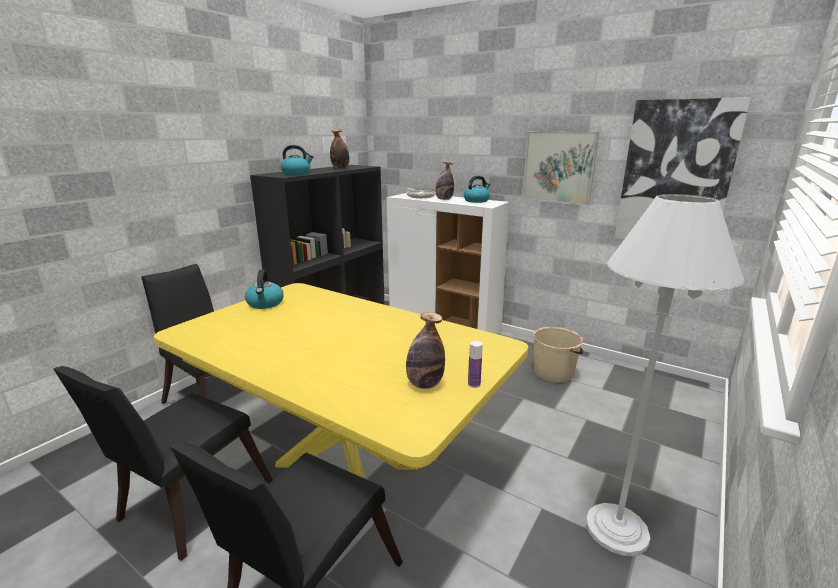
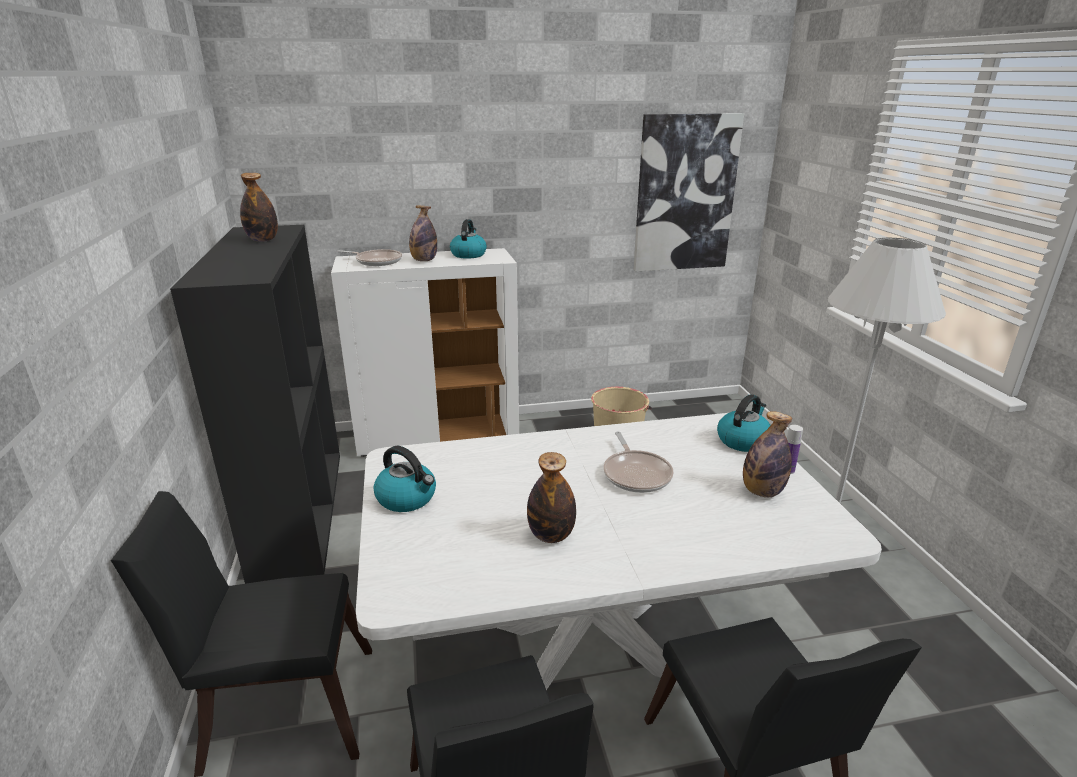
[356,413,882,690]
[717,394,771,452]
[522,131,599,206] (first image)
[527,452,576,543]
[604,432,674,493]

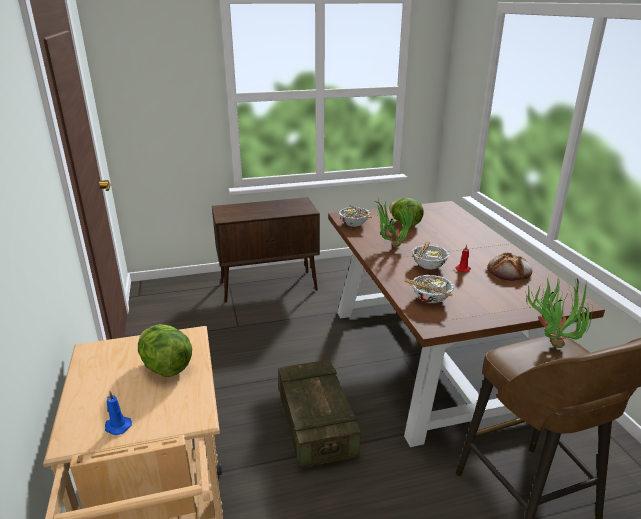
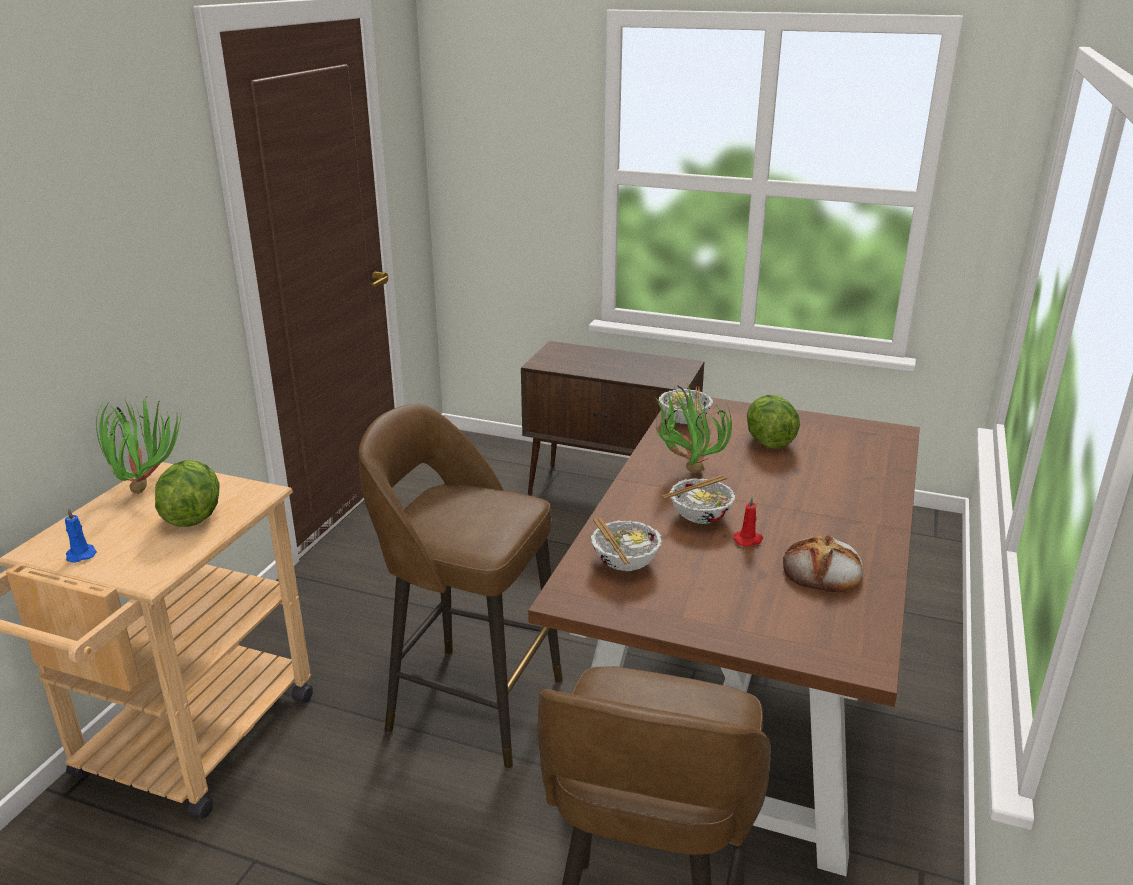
[359,404,563,768]
[96,398,181,494]

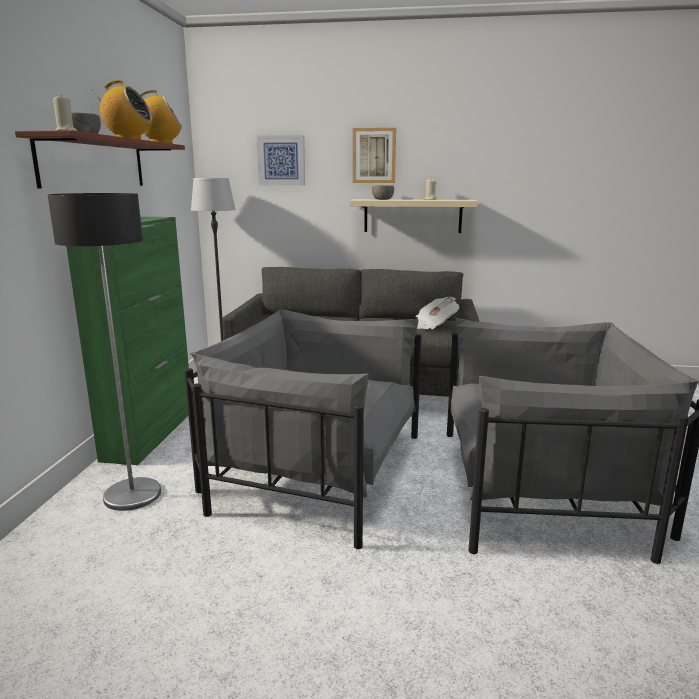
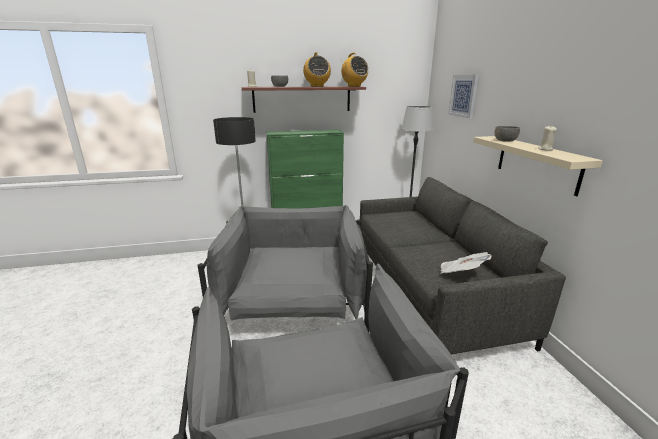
[353,128,396,183] (first image)

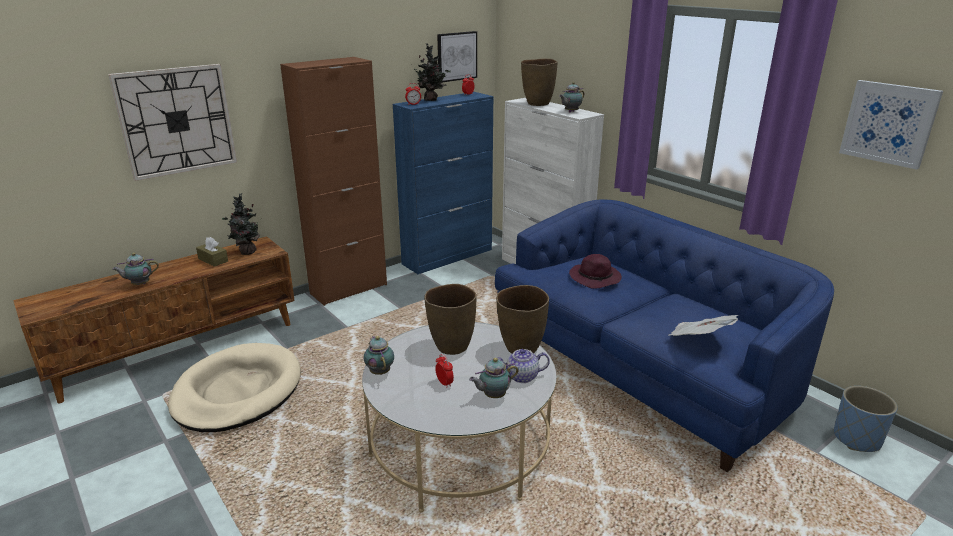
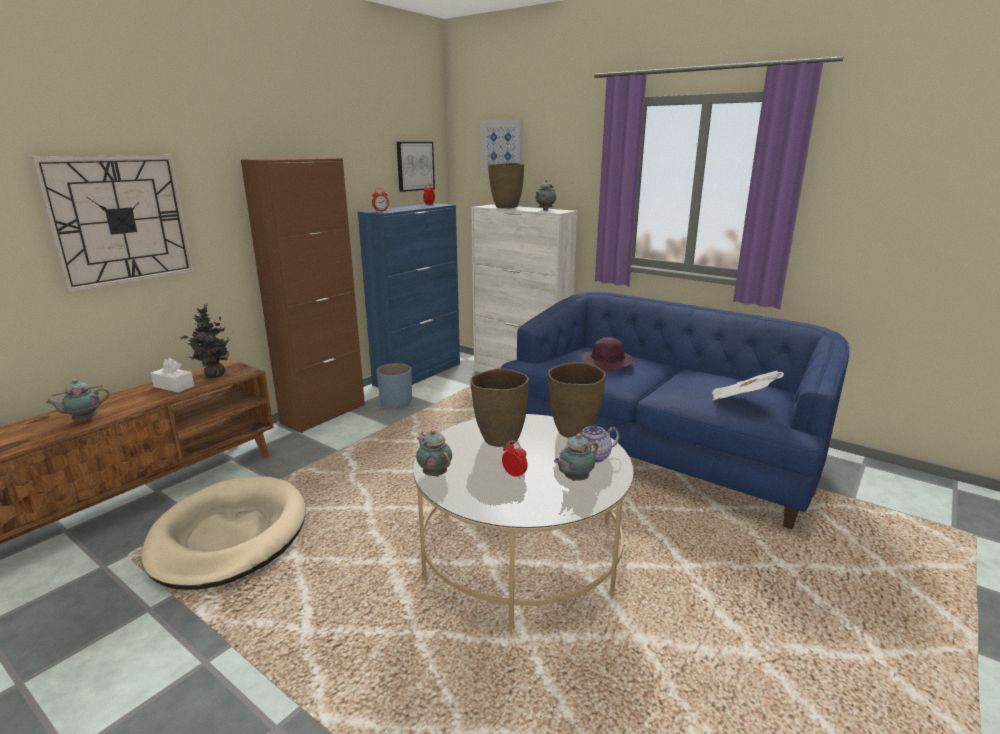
[151,358,194,393]
[411,43,451,101] (first image)
[377,363,412,408]
[481,119,523,171]

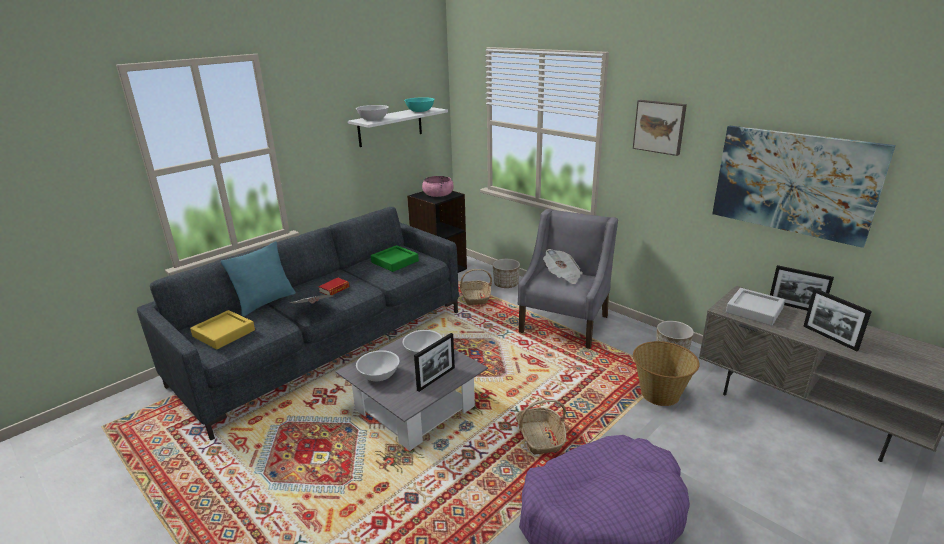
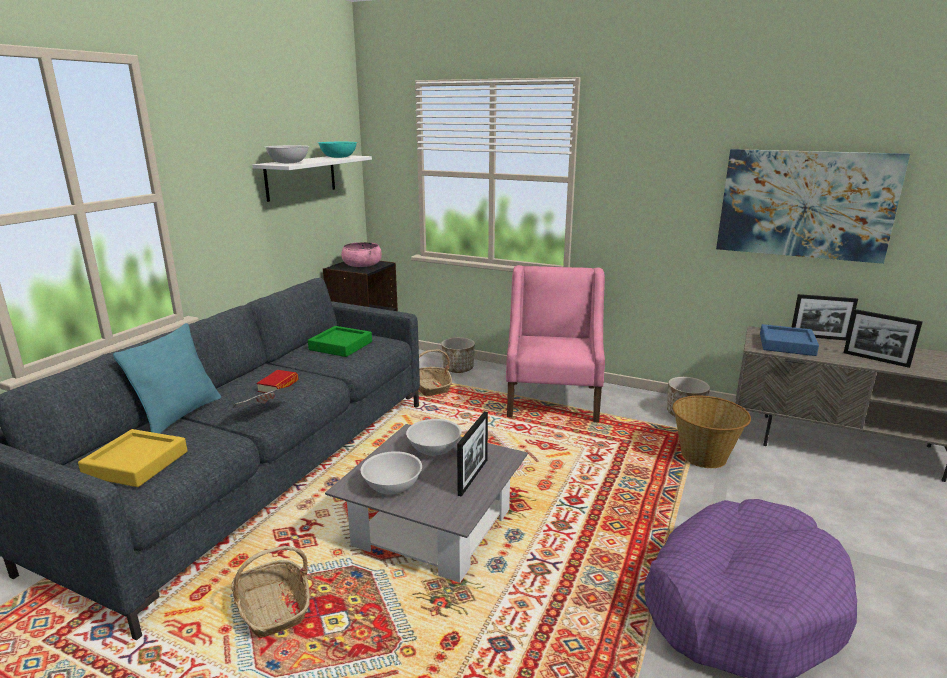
[231,546,310,638]
[506,265,605,422]
[543,249,583,284] (first image)
[633,100,687,156] (first image)
[760,324,819,356]

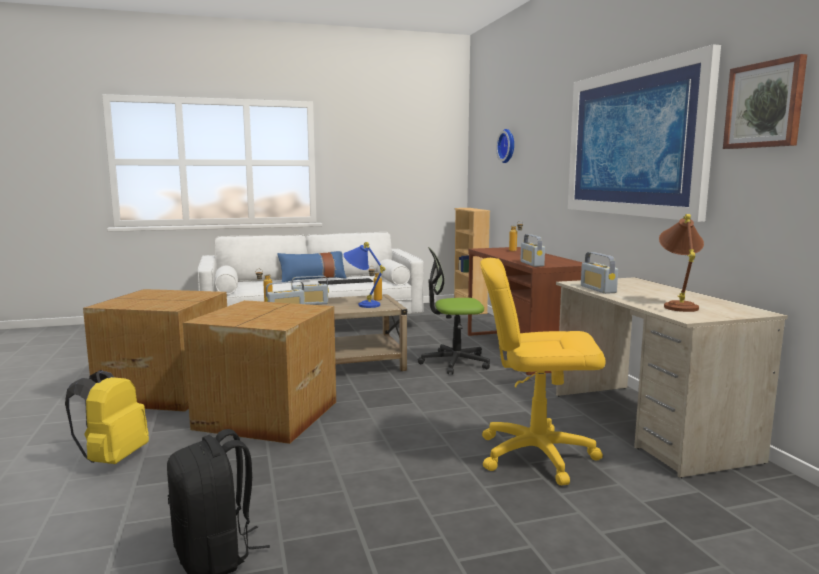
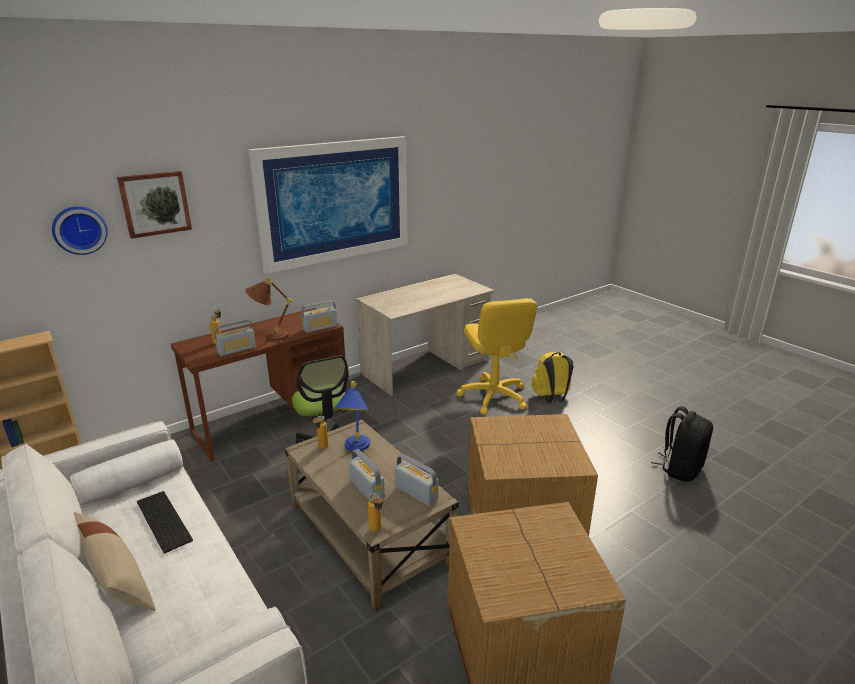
[531,352,573,403]
[74,512,156,611]
[214,320,256,356]
[245,277,292,340]
[117,171,192,239]

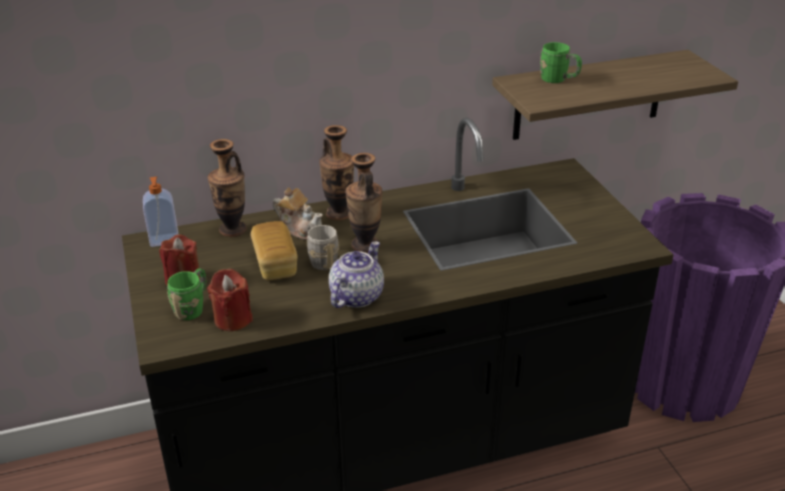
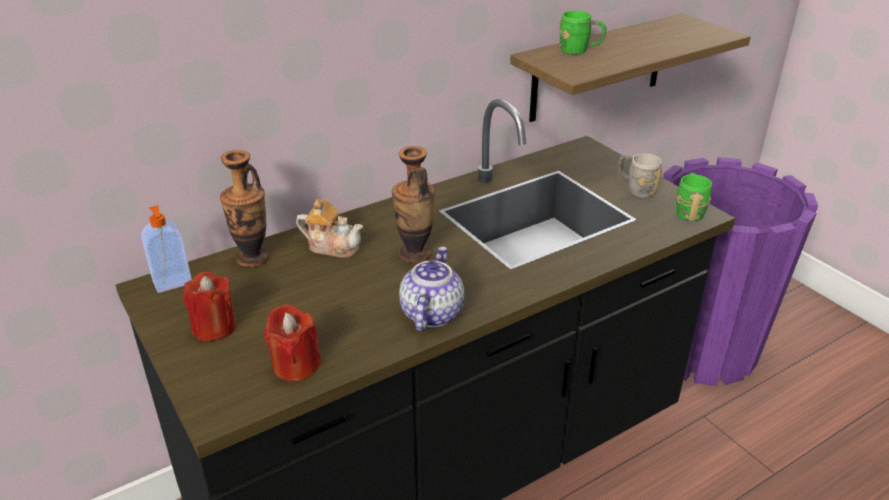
[676,173,712,221]
[251,221,298,280] (first image)
[618,153,662,198]
[319,125,354,221] (first image)

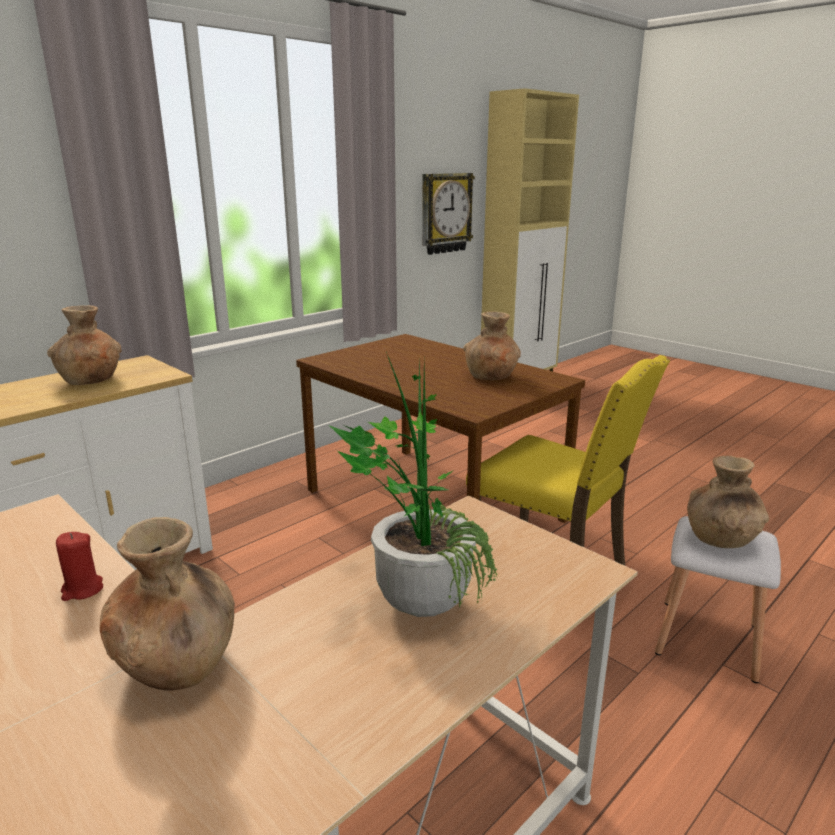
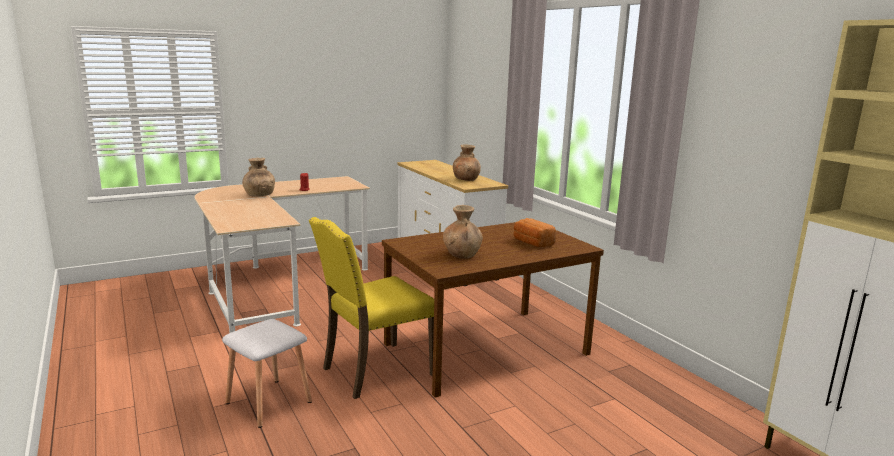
[329,352,497,617] (first image)
[422,173,475,255] (first image)
[687,456,769,548] (first image)
[514,218,556,247]

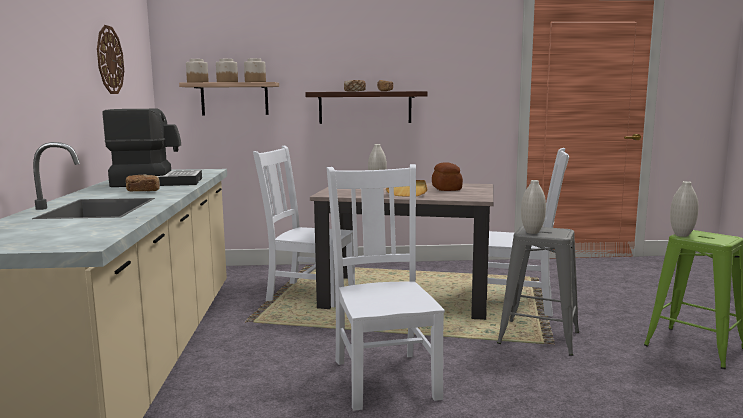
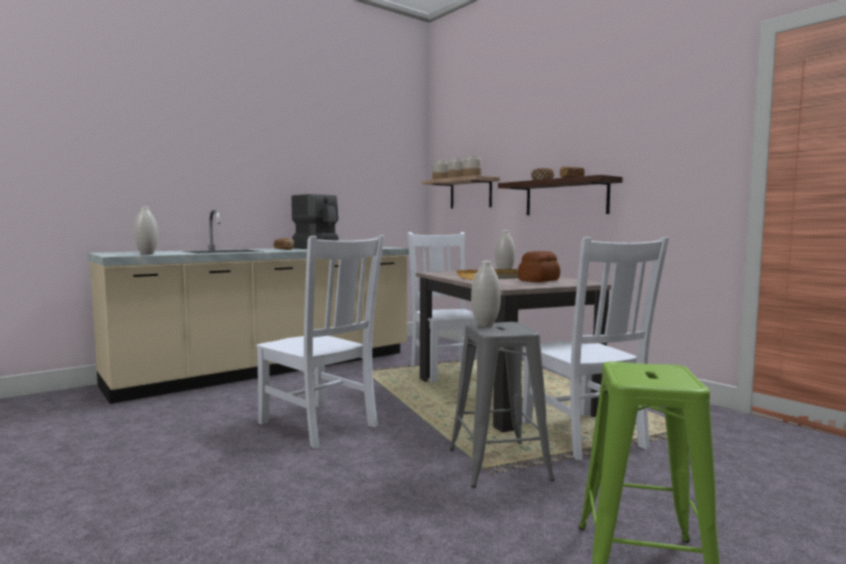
[97,25,124,94] (first image)
[256,235,384,449]
[134,207,158,255]

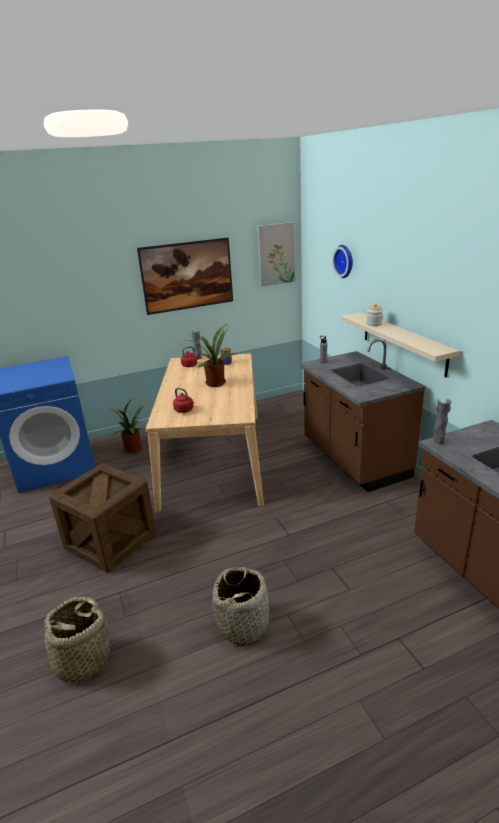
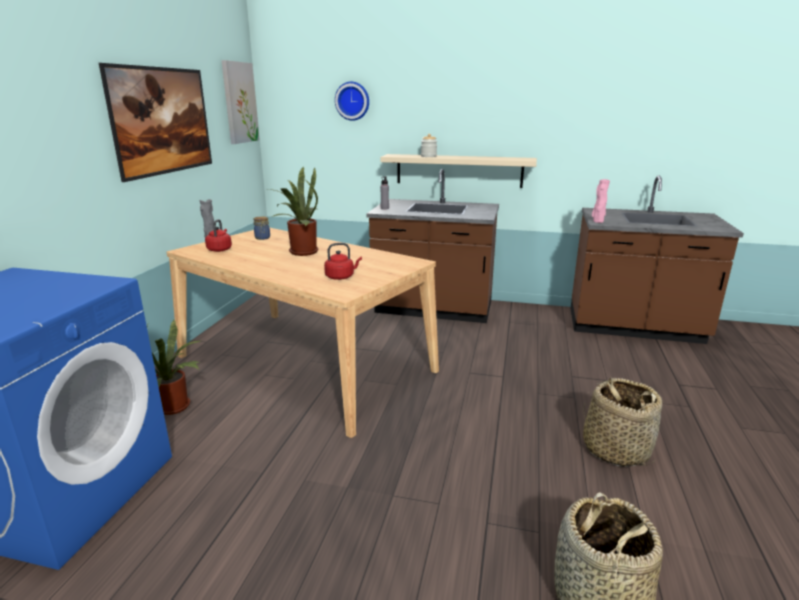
[49,463,156,573] (first image)
[592,179,610,223]

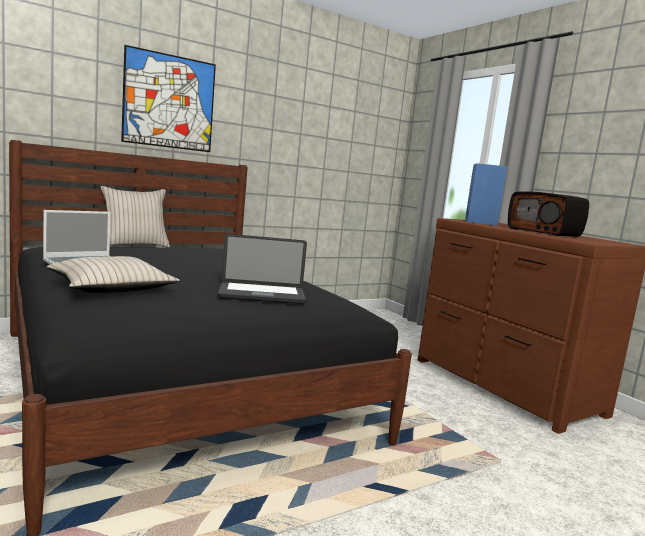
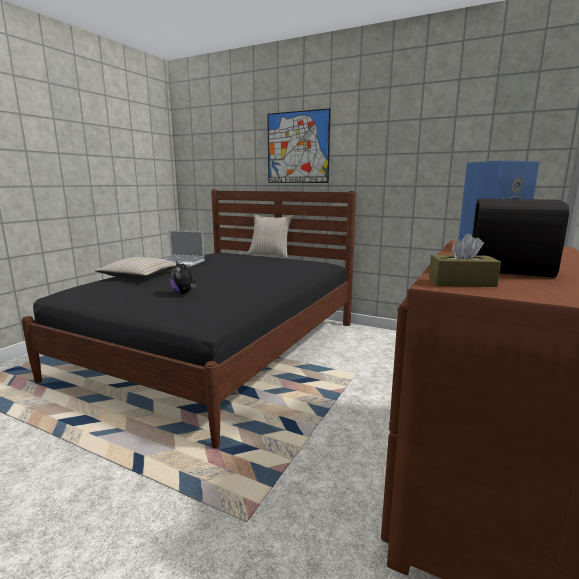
[170,261,196,294]
[429,233,501,287]

